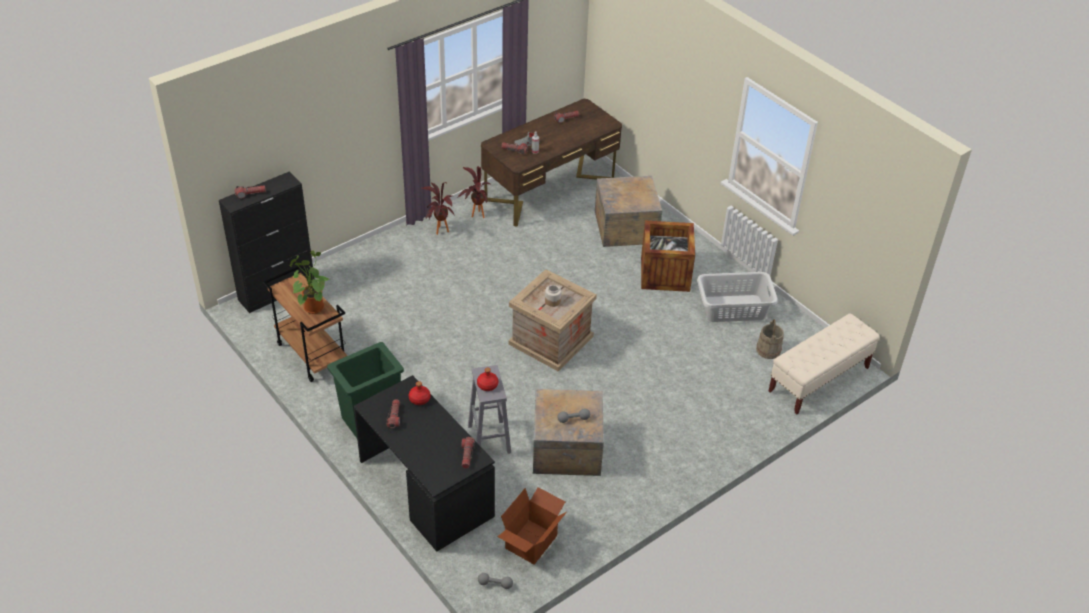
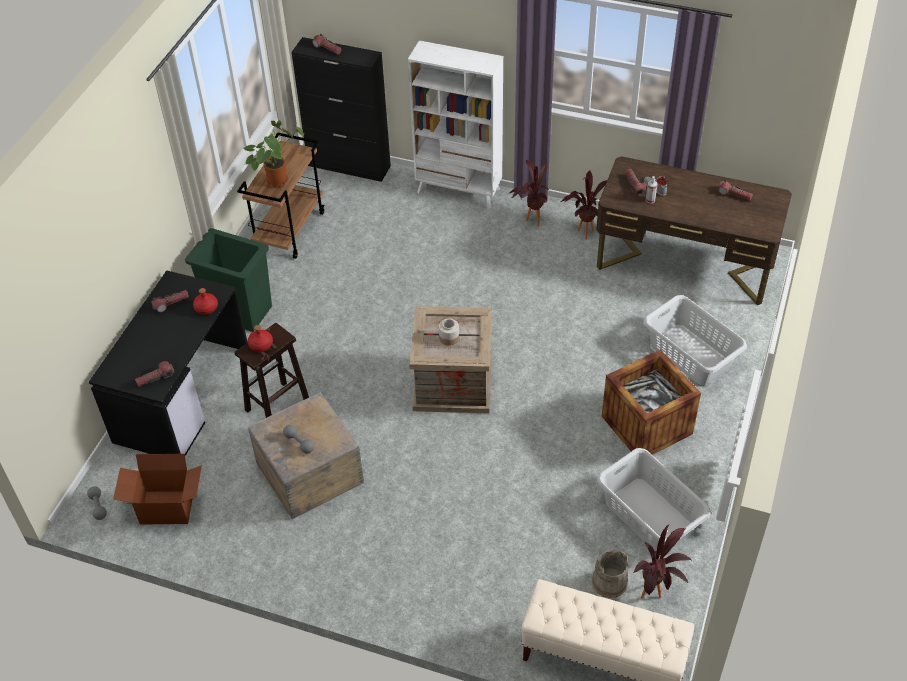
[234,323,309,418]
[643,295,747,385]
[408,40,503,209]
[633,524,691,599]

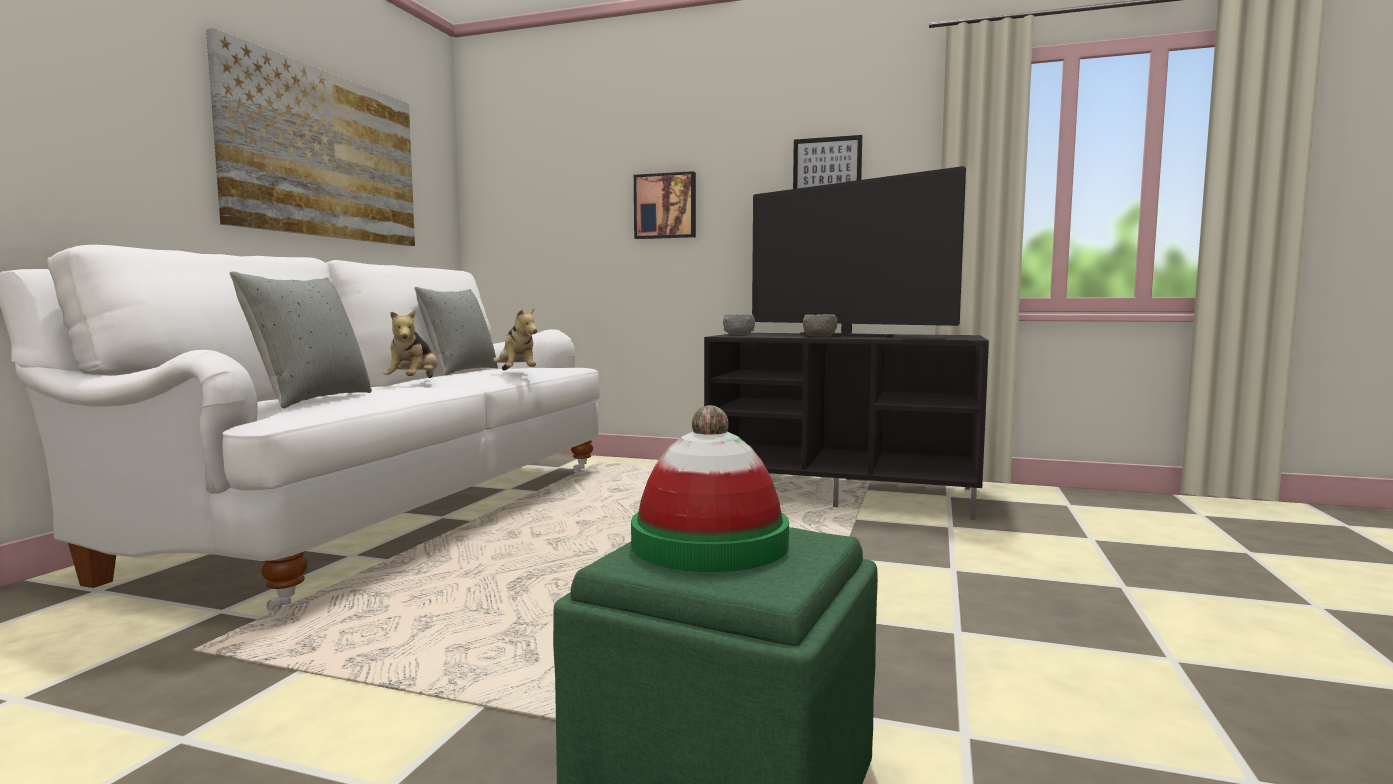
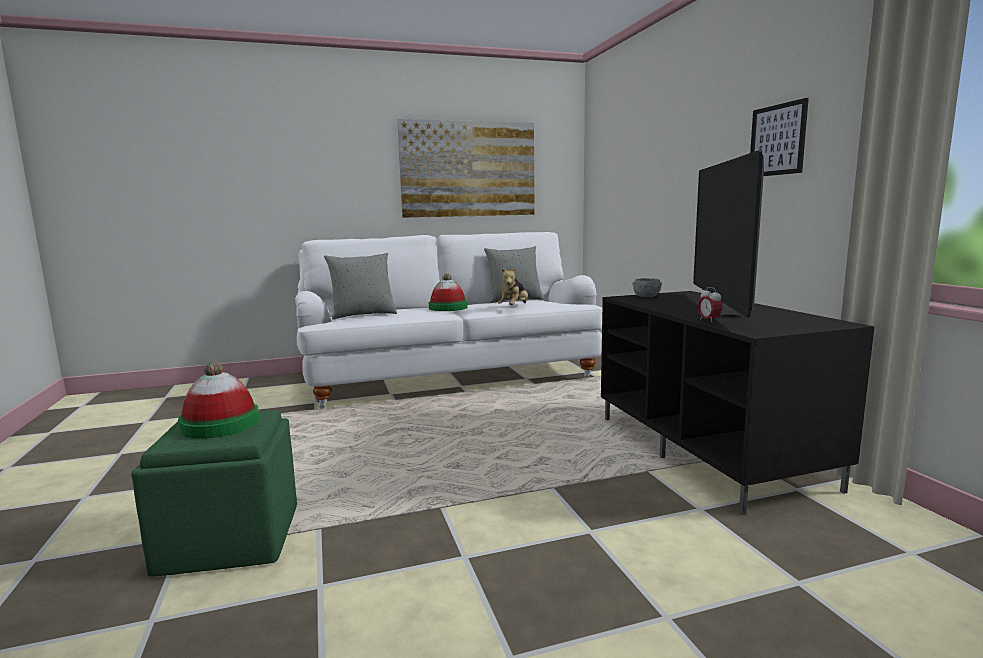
[429,273,468,311]
[634,171,696,239] (first image)
[803,314,838,337] (first image)
[698,287,722,323]

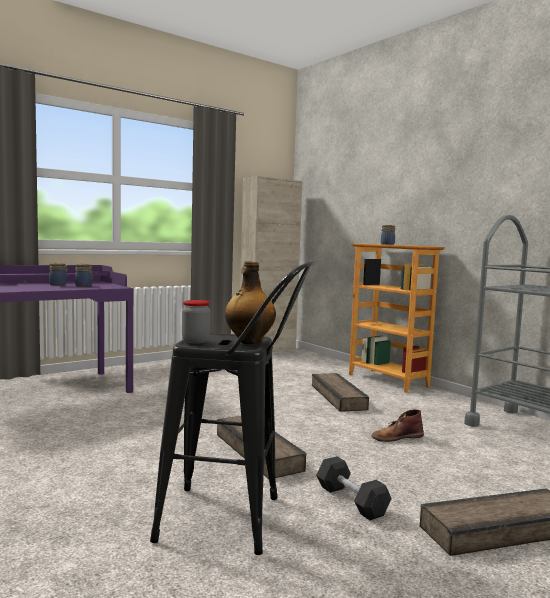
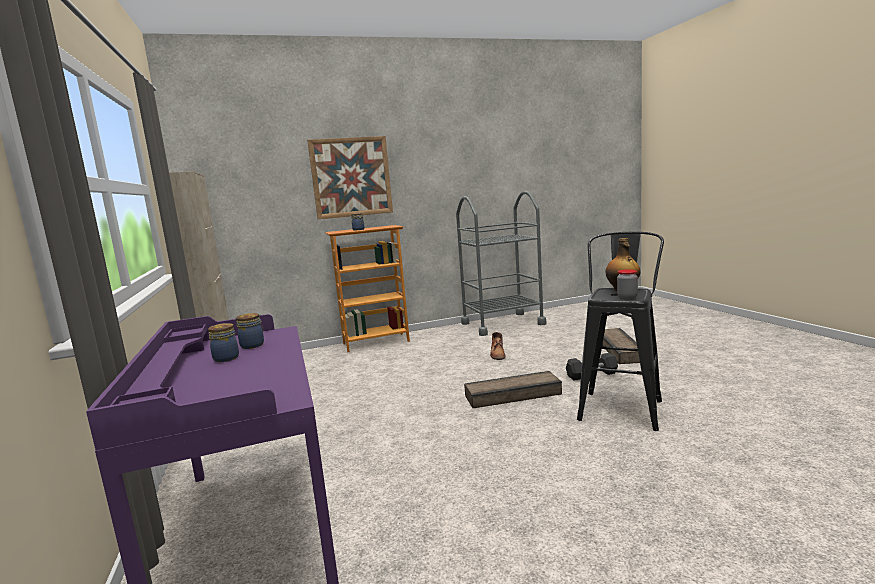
[312,373,369,412] (first image)
[307,136,393,219]

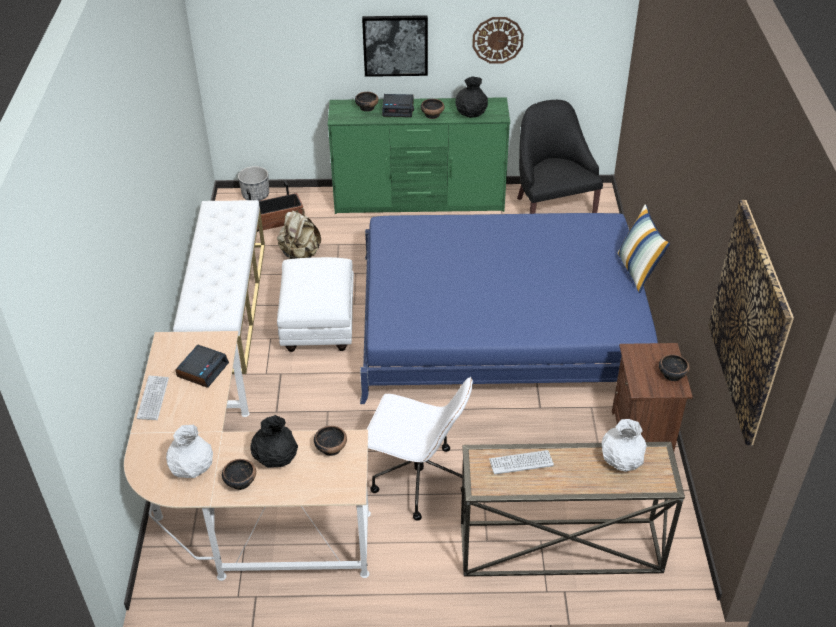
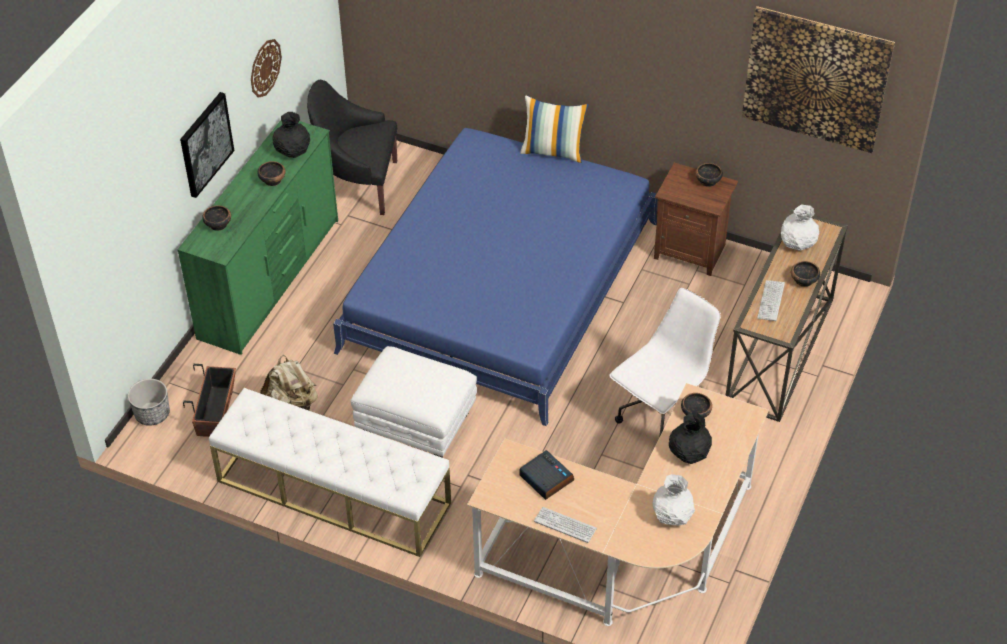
[791,261,820,287]
[382,94,414,117] (first image)

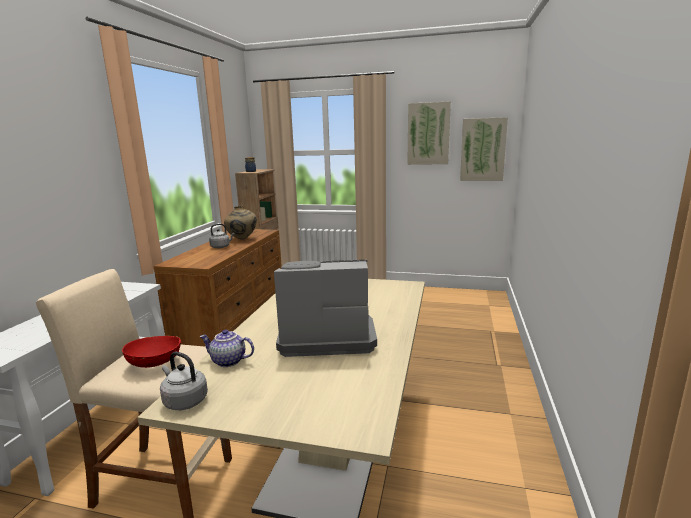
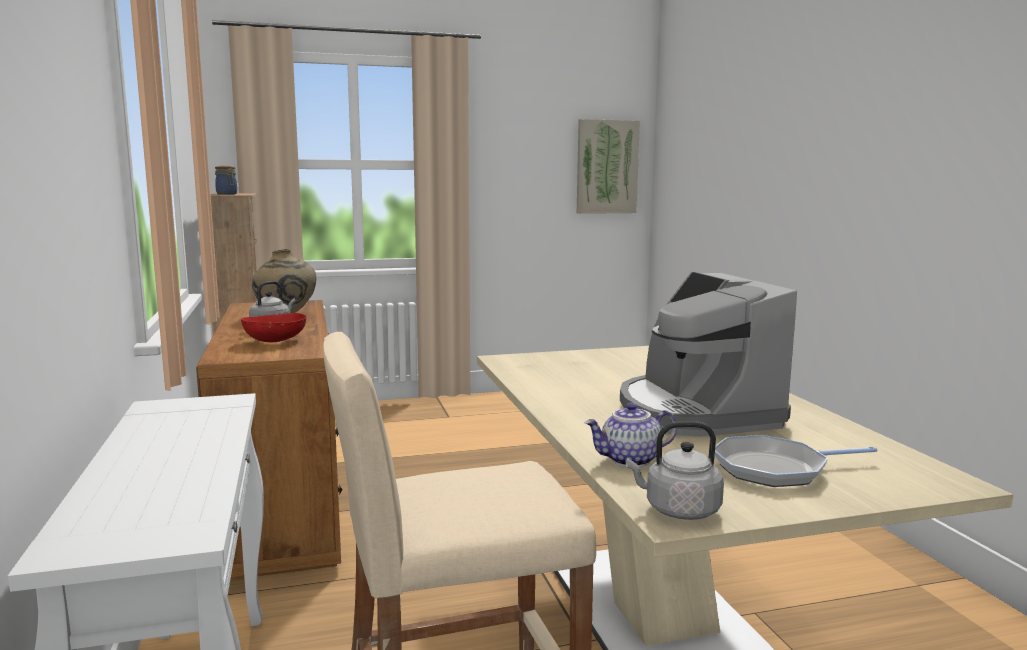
[241,313,307,342]
[620,272,797,437]
[407,101,451,165] (first image)
[715,435,878,487]

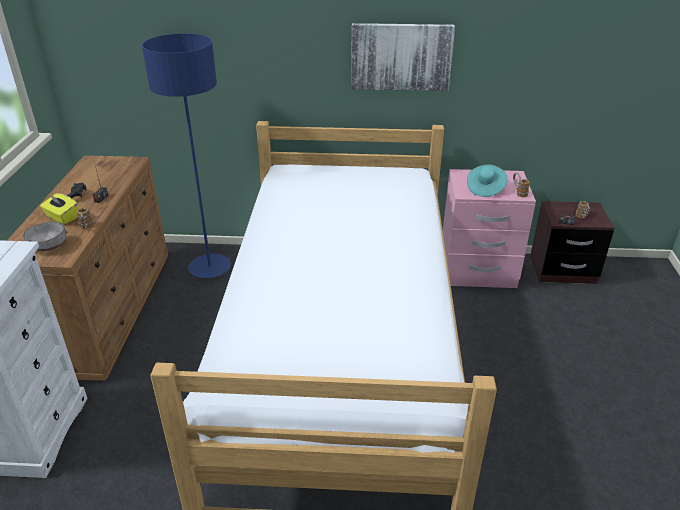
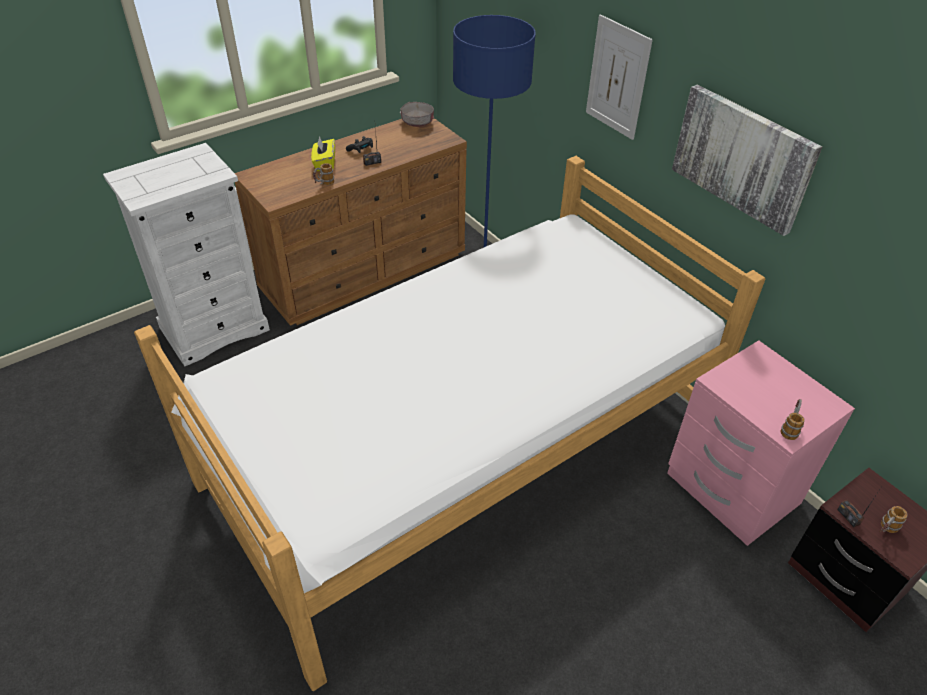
[400,102,434,127]
[467,165,508,197] (first image)
[586,15,653,140]

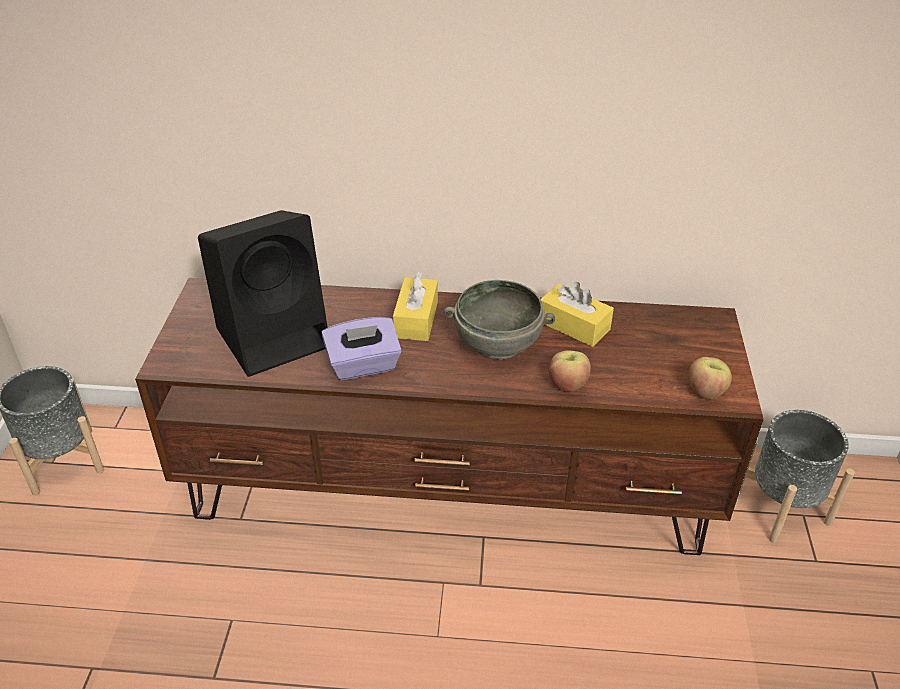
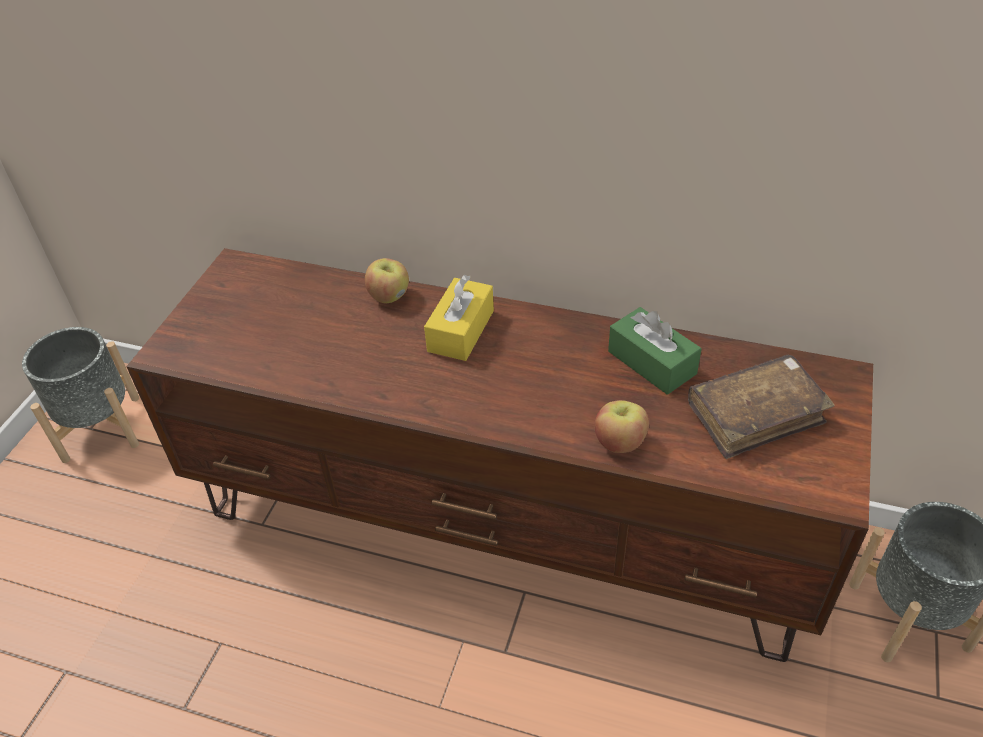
[198,210,328,377] (first image)
[321,317,402,380] (first image)
[444,280,555,360] (first image)
[608,307,702,395]
[365,258,409,303]
[688,355,835,459]

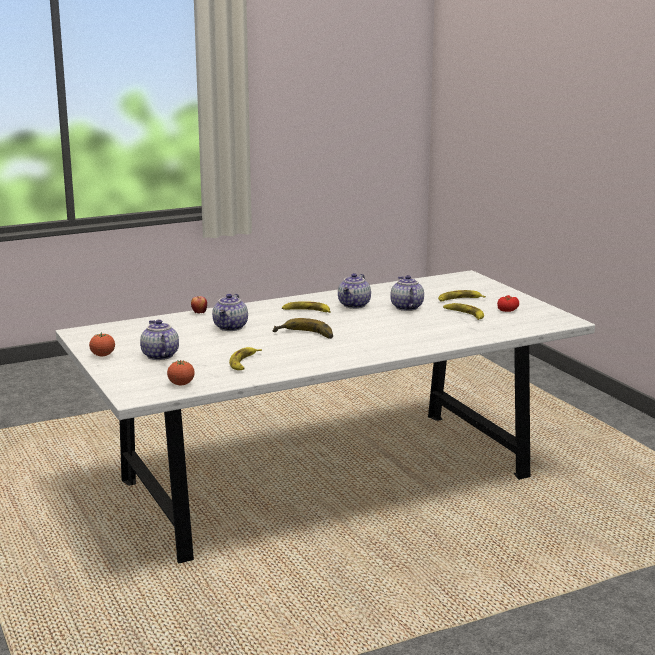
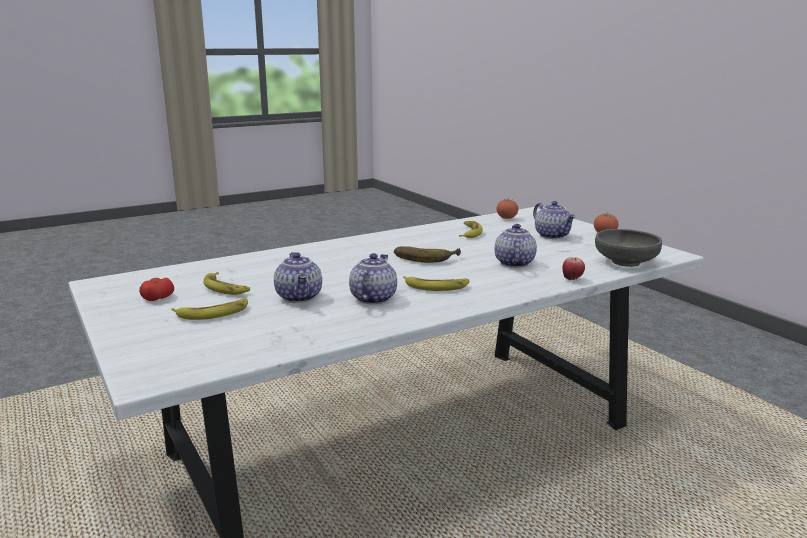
[595,229,662,267]

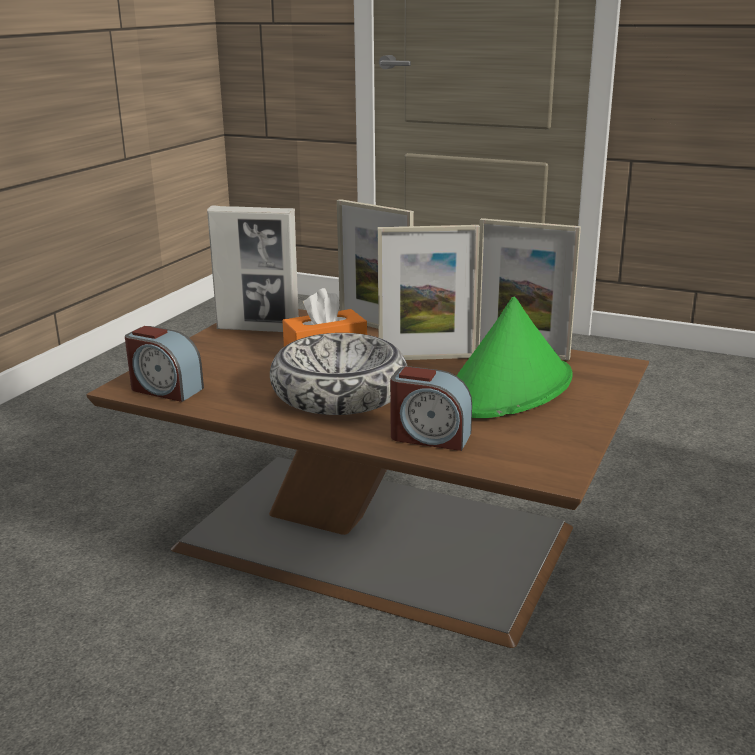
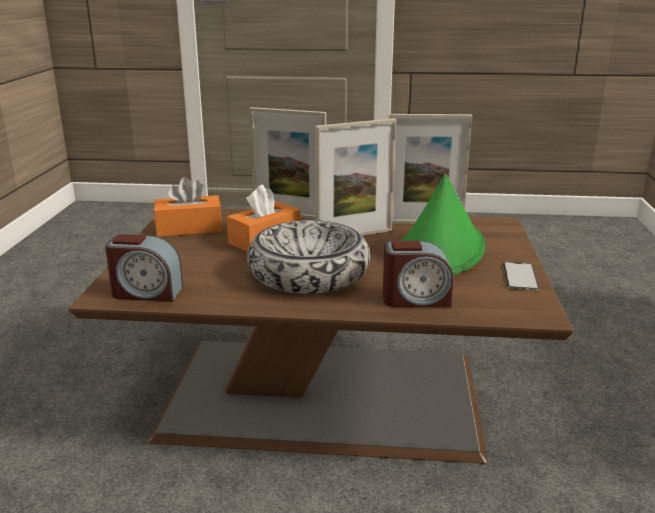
[154,177,222,237]
[503,262,540,290]

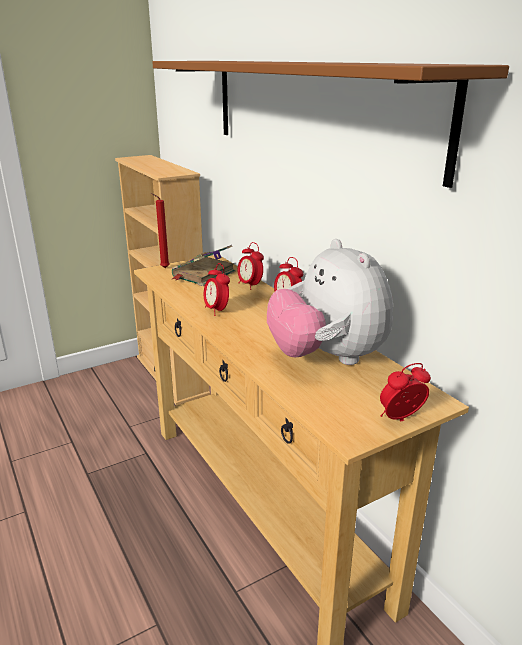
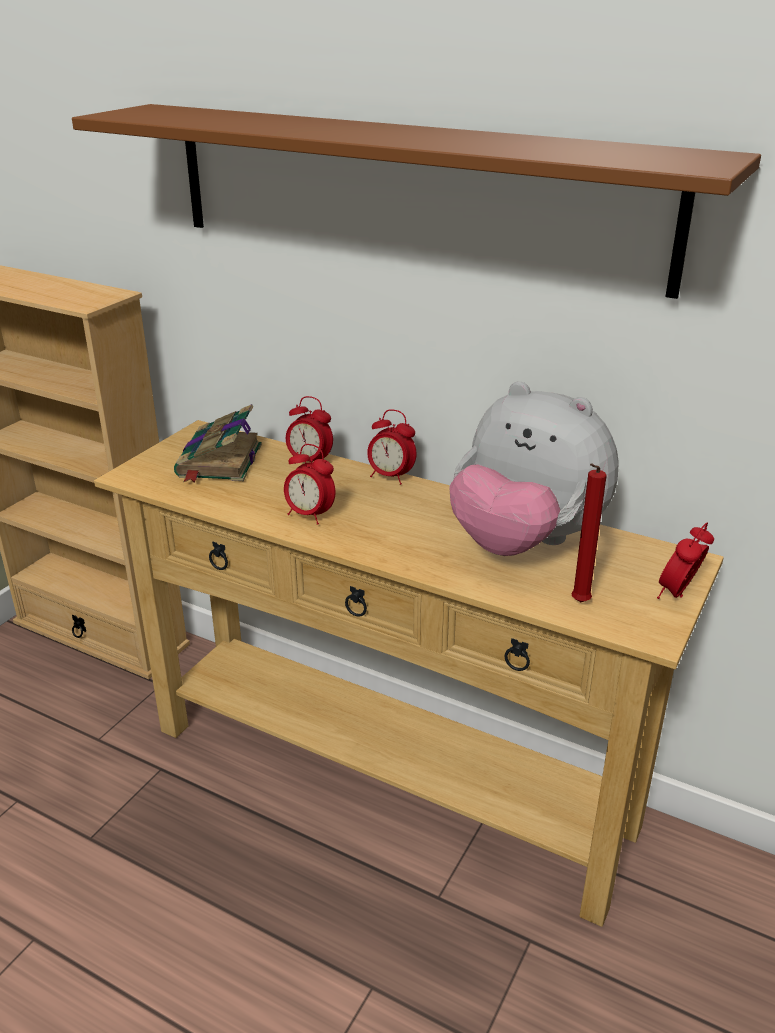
[571,464,607,602]

